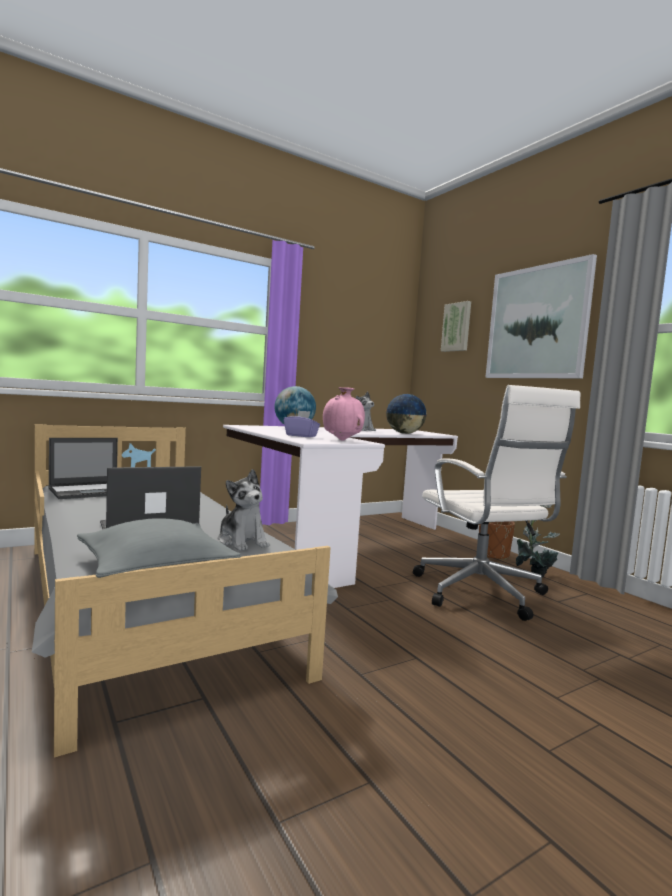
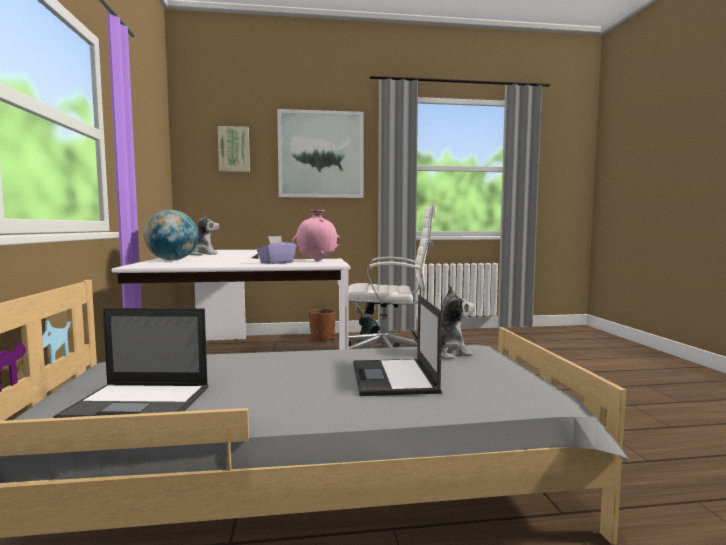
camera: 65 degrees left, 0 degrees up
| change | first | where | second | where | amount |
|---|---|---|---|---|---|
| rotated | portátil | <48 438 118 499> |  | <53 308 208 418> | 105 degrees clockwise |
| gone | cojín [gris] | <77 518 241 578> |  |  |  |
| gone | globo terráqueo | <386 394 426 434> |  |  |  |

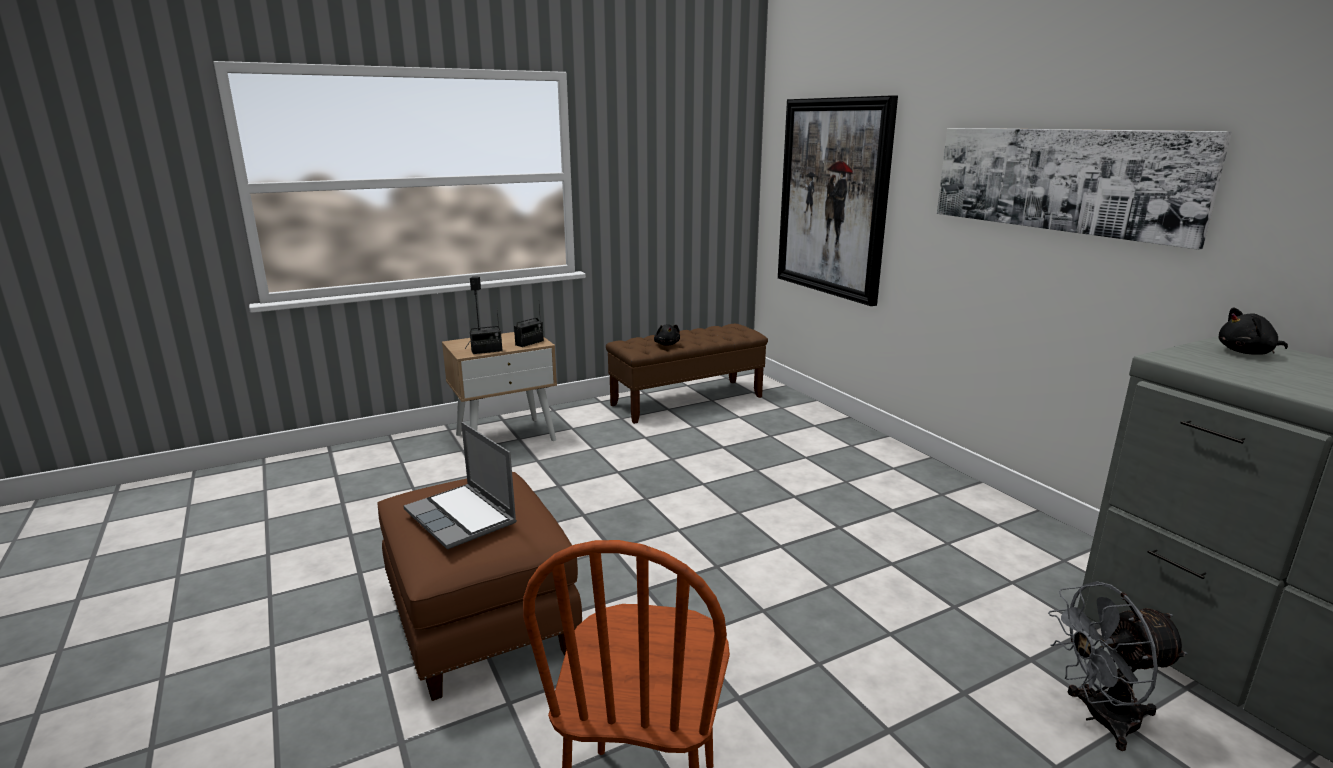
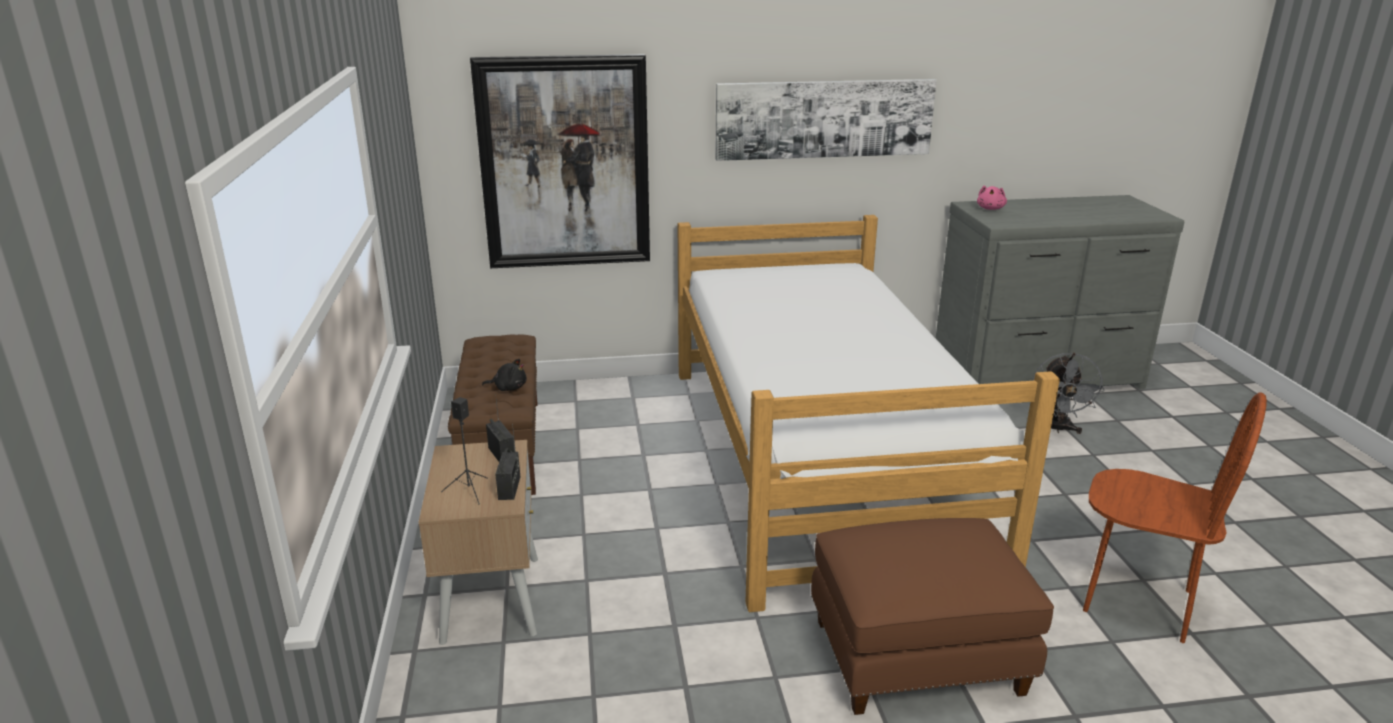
camera: 70 degrees left, 5 degrees up
| change | first | where | second | where | amount |
|---|---|---|---|---|---|
| gone | portátil | <403 422 517 549> |  |  |  |
| repainted | peluche [negro] | <1219 308 1288 355> | peluche [rosa] | <977 185 1007 210> |  |
| new |  |  | cama | <678 215 1060 612> |  |

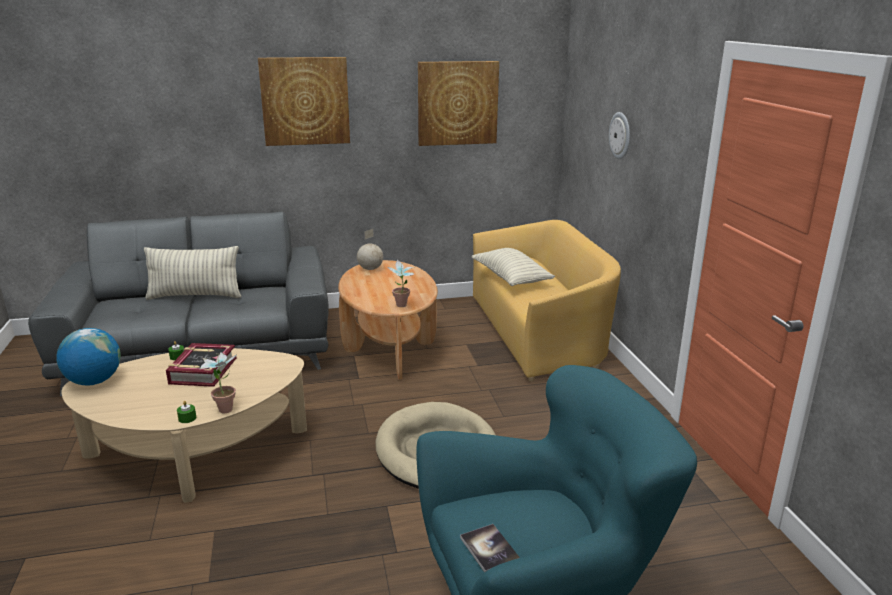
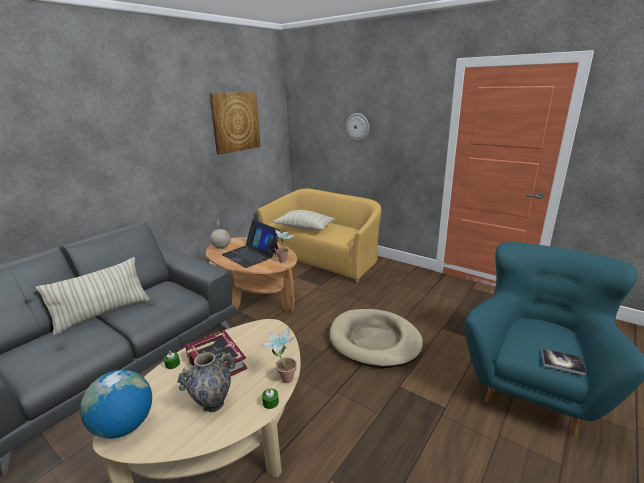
camera: 40 degrees left, 0 degrees up
| change | first | where | second | where | amount |
|---|---|---|---|---|---|
| gone | cuadro | <258 57 350 146> |  |  |  |
| new |  |  | florero | <177 351 236 413> |  |
| new |  |  | portátil | <221 220 280 268> |  |

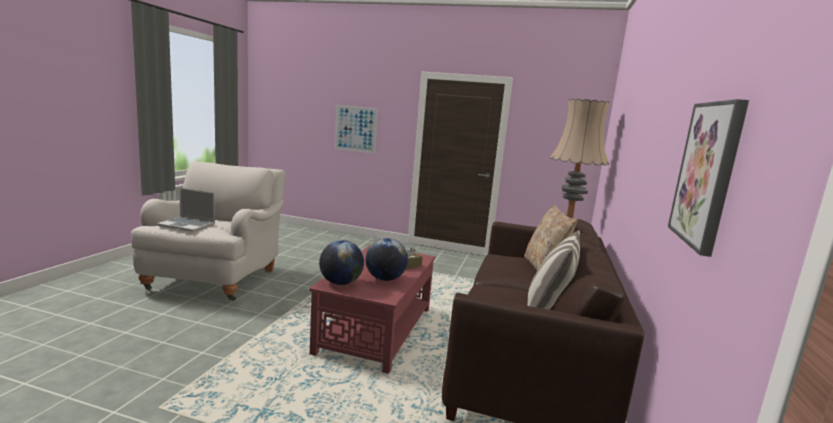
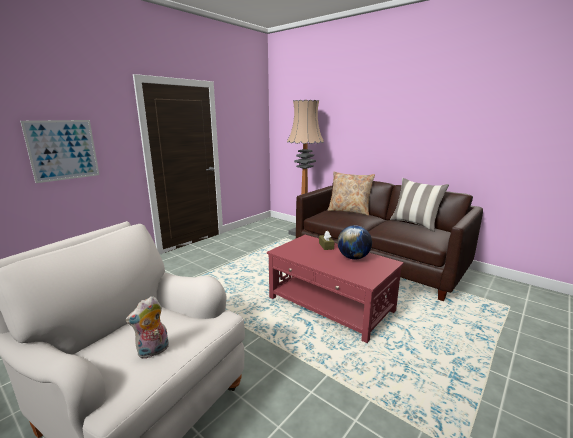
camera: 65 degrees left, 5 degrees up
| change | first | where | second | where | amount |
|---|---|---|---|---|---|
| swapped | portátil | <157 188 215 232> | peluche | <125 296 169 359> |  |
| gone | globo terráqueo | <319 240 364 285> |  |  |  |
| gone | cuadro | <668 99 749 257> |  |  |  |

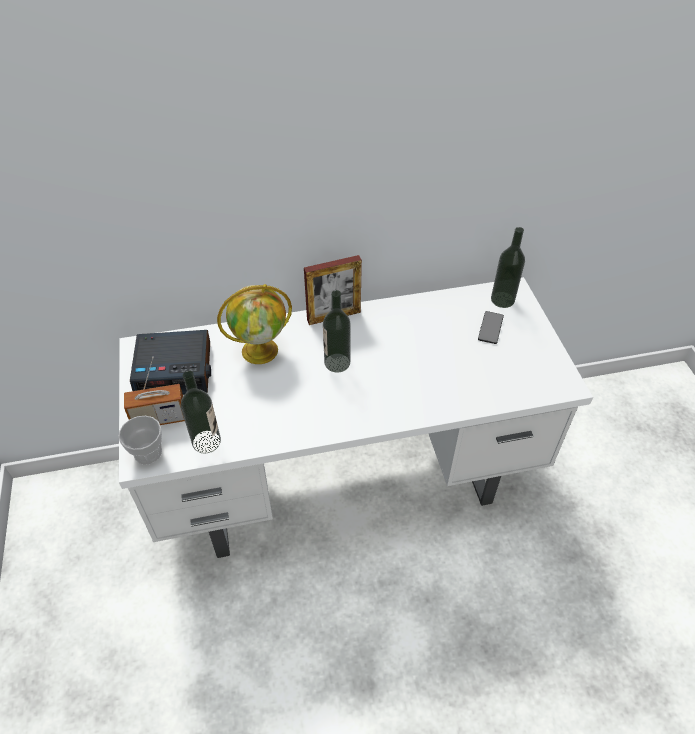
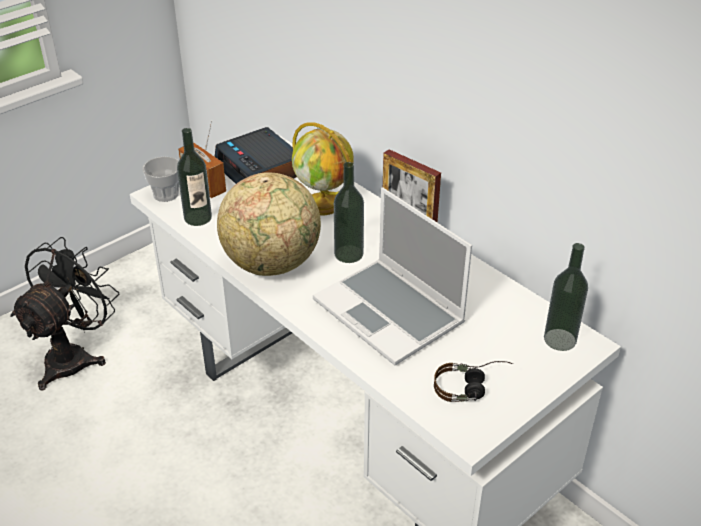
camera: 60 degrees right, 10 degrees down
| change | first | where | second | where | amount |
|---|---|---|---|---|---|
| gone | móvil | <478 311 504 344> |  |  |  |
| new |  |  | ventilador [negro] | <10 237 119 391> |  |
| new |  |  | globo terráqueo | <217 172 321 276> |  |
| new |  |  | portátil | <313 187 472 365> |  |
| new |  |  | auriculares | <434 361 513 402> |  |

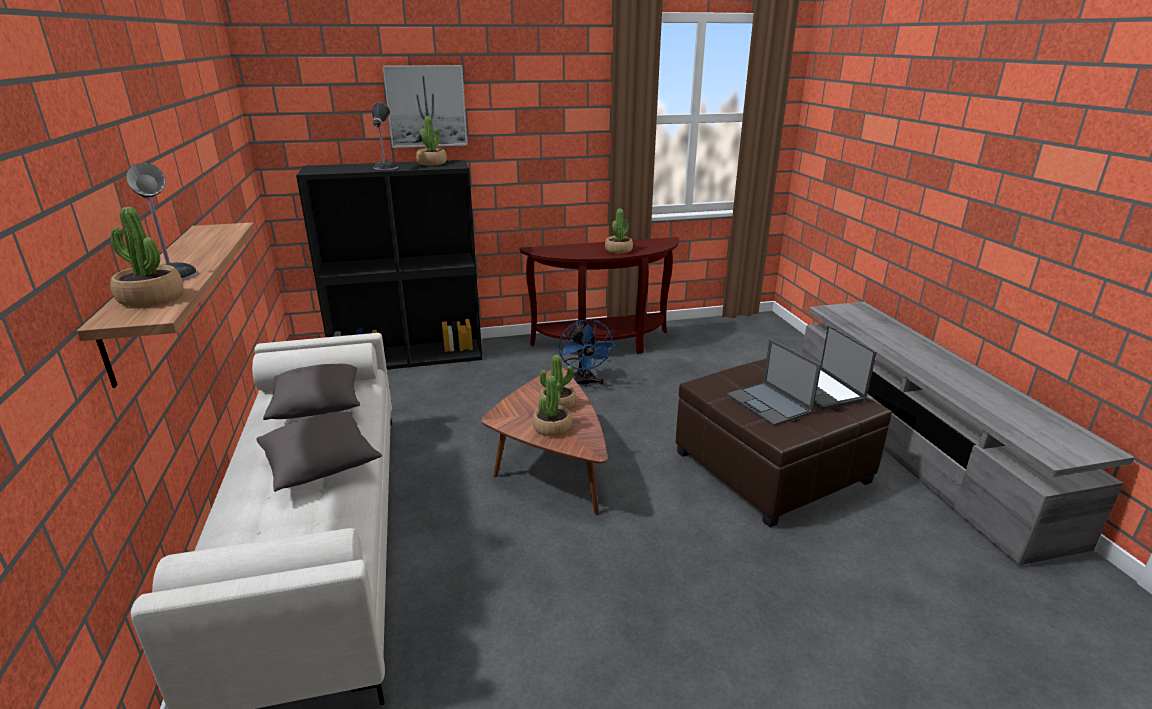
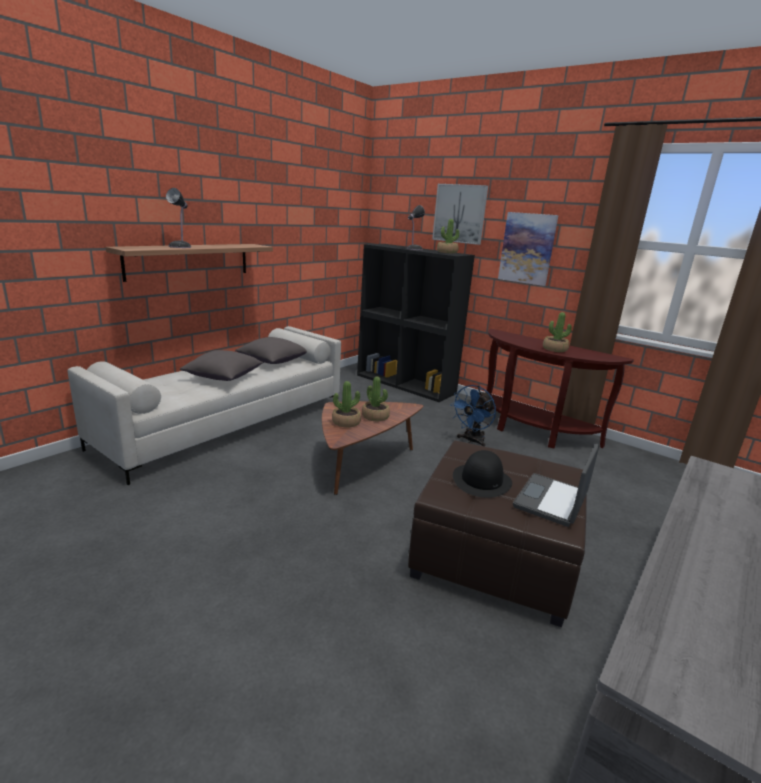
camera: 50 degrees right, 5 degrees down
| change | first | where | second | where | amount |
|---|---|---|---|---|---|
| gone | planta en maceta | <110 207 183 307> |  |  |  |
| swapped | portátil | <727 339 821 426> | sombrero [negro] | <453 450 512 498> |  |
| new |  |  | cuadro | <498 212 558 286> |  |

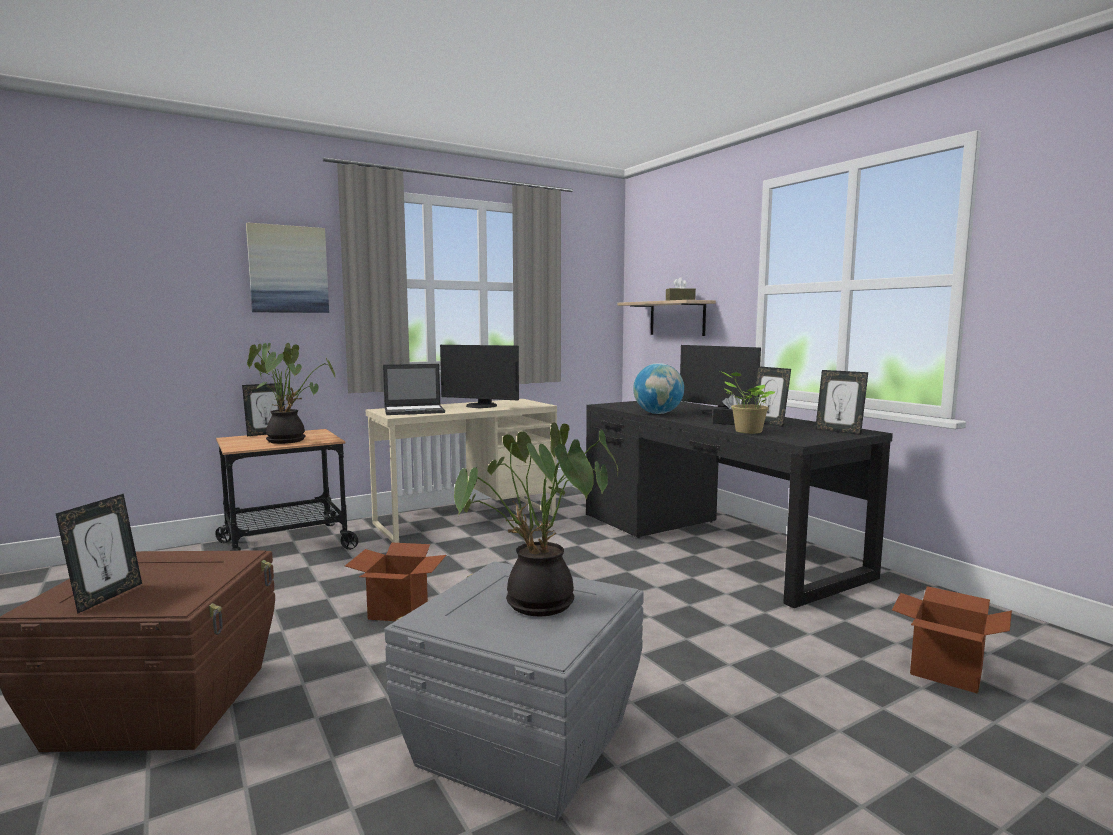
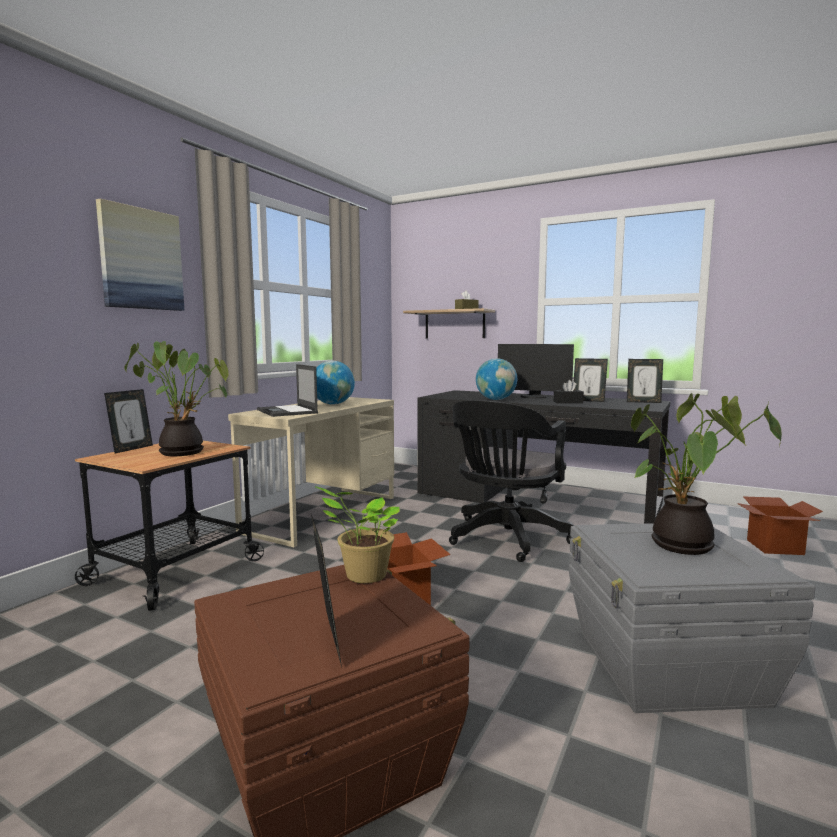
camera: 30 degrees left, 0 degrees up
| change | first | where | second | where | amount |
|---|---|---|---|---|---|
| rotated | portátil | <383 364 445 415> |  | <257 364 318 417> | 105 degrees clockwise |
| swapped | monitor | <440 345 519 408> | globo terráqueo | <316 361 355 405> |  |
| shifted | planta en maceta | <720 371 775 434> |  | <315 486 400 583> |  |
| new |  |  | silla de oficina [negro] | <449 400 574 562> |  |

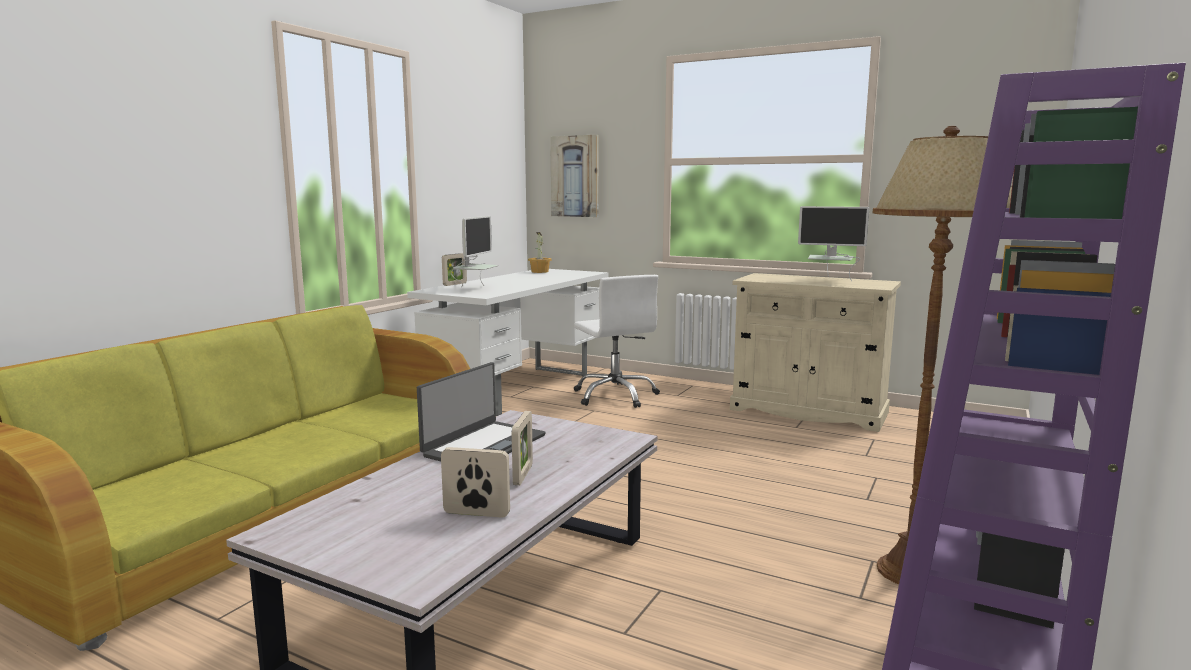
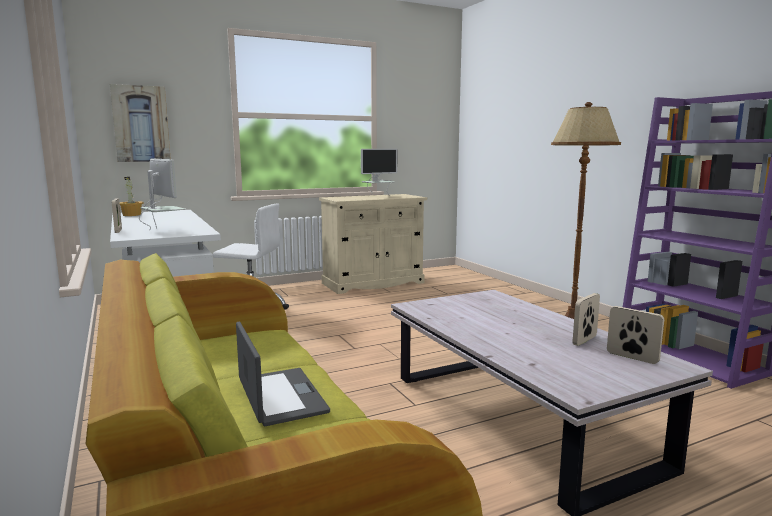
camera: 55 degrees left, 0 degrees up
| change | first | where | second | where | amount |
|---|---|---|---|---|---|
| shifted | portátil | <417 362 545 461> |  | <236 321 330 426> |  |
| shifted | portarretratos | <512 411 533 485> |  | <607 306 664 364> |  |

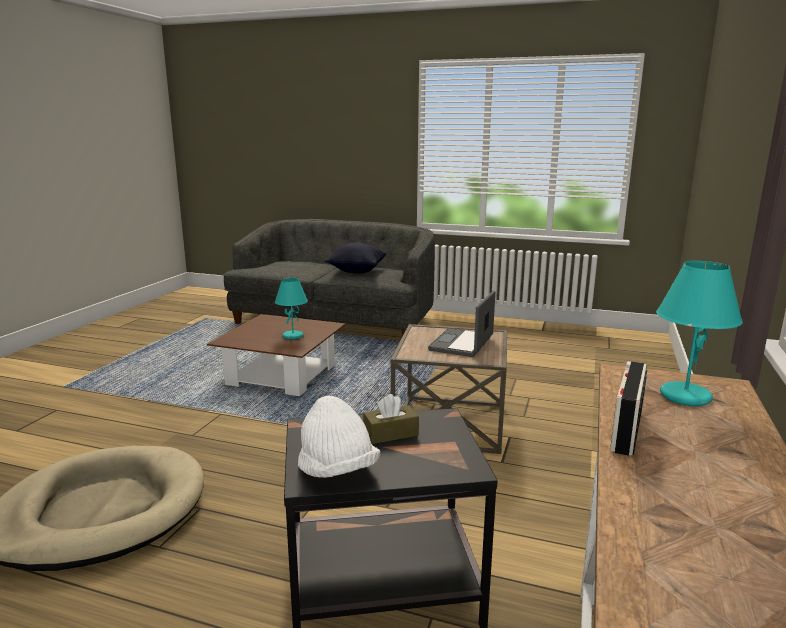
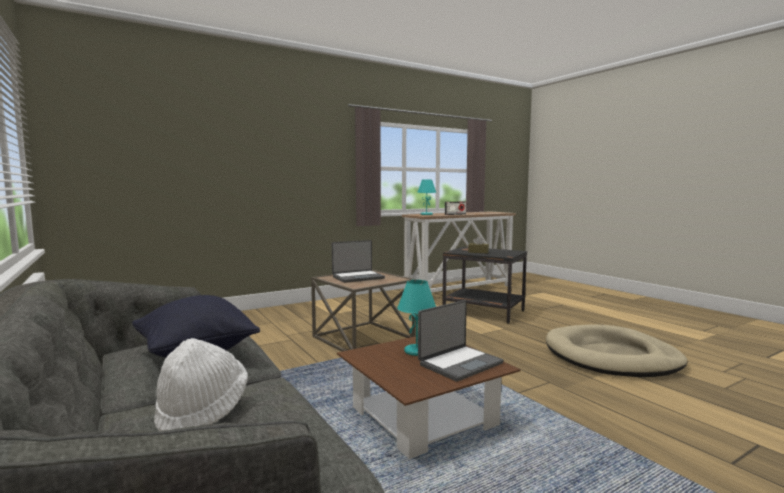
camera: 140 degrees left, 10 degrees down
| change | first | where | second | where | amount |
|---|---|---|---|---|---|
| shifted | sombrero [blanco] | <298 395 380 478> |  | <154 338 248 432> |  |
| new |  |  | portátil | <418 300 504 382> |  |

